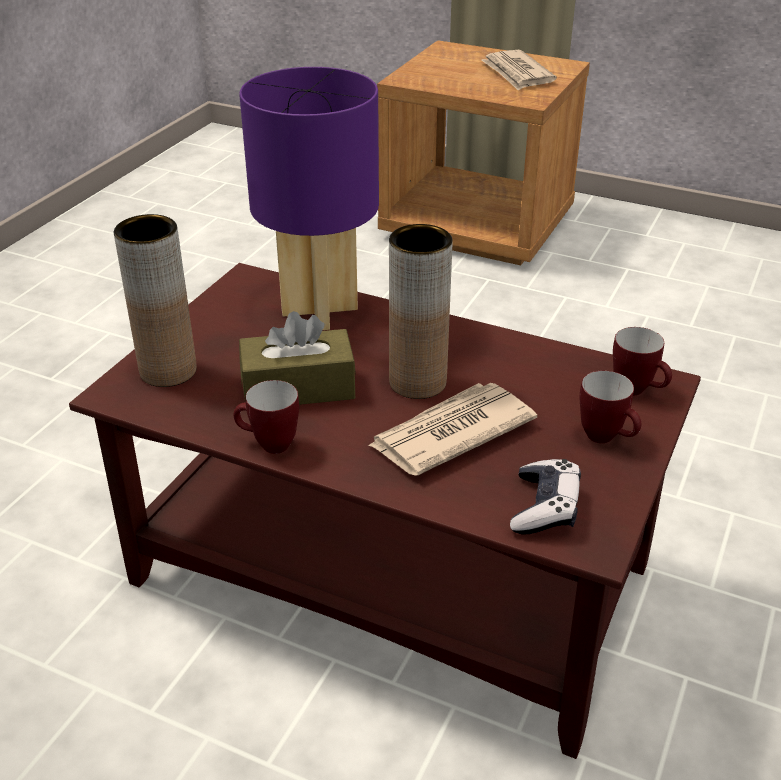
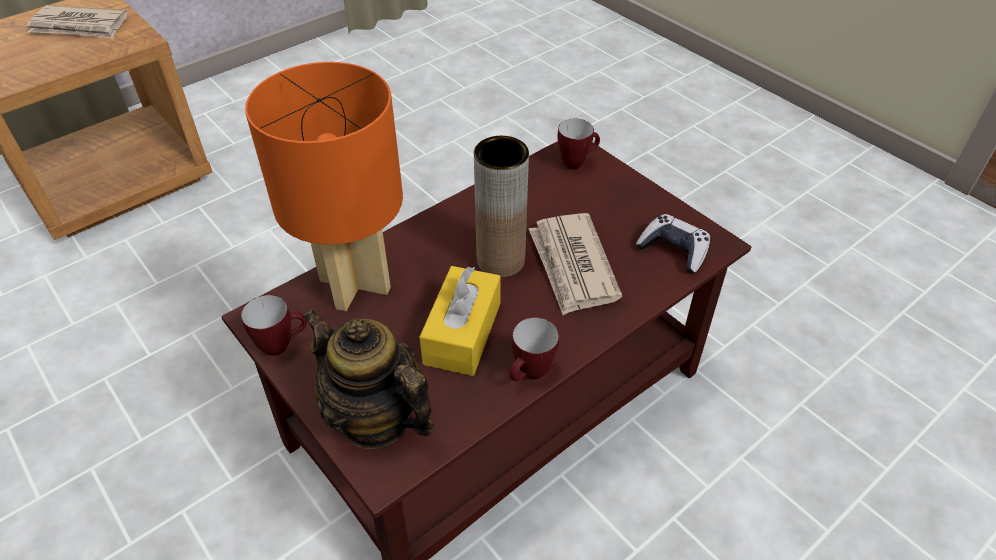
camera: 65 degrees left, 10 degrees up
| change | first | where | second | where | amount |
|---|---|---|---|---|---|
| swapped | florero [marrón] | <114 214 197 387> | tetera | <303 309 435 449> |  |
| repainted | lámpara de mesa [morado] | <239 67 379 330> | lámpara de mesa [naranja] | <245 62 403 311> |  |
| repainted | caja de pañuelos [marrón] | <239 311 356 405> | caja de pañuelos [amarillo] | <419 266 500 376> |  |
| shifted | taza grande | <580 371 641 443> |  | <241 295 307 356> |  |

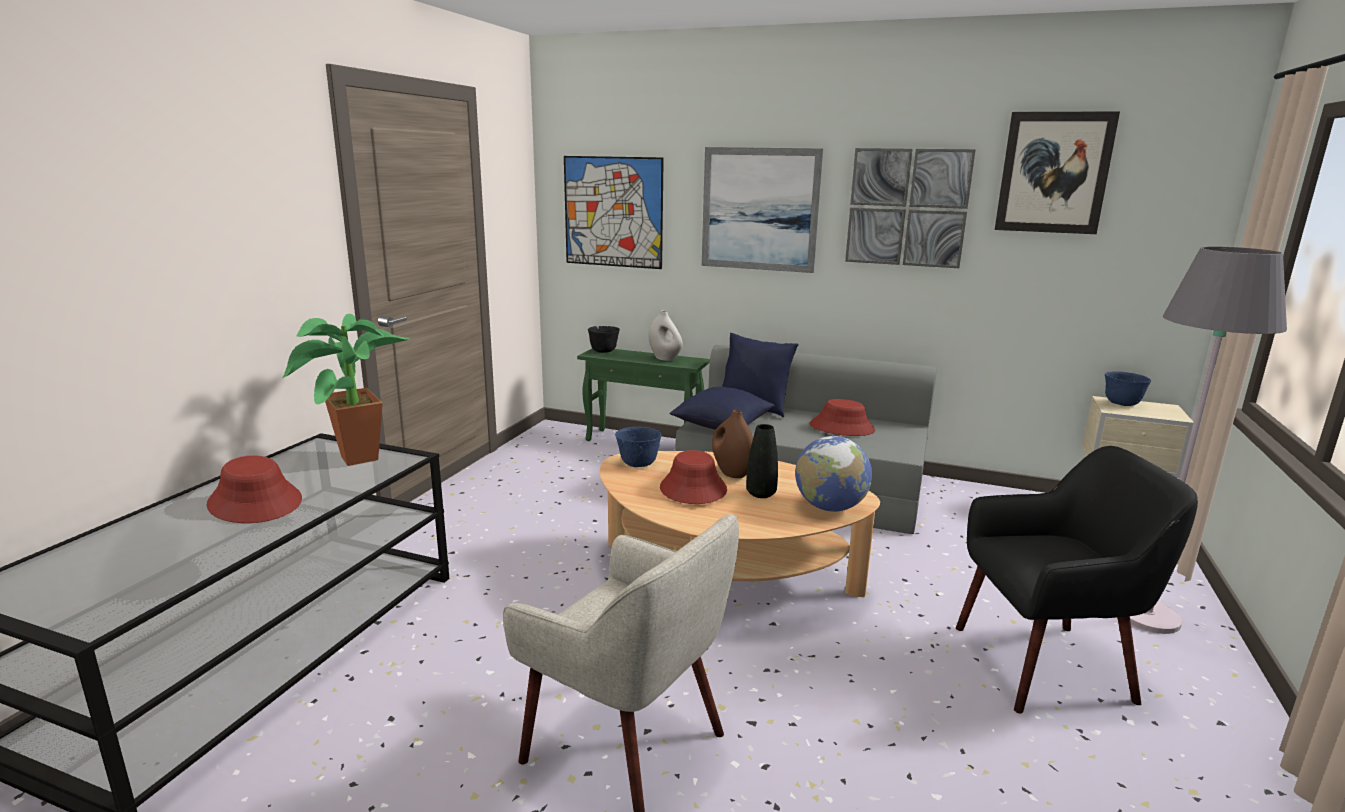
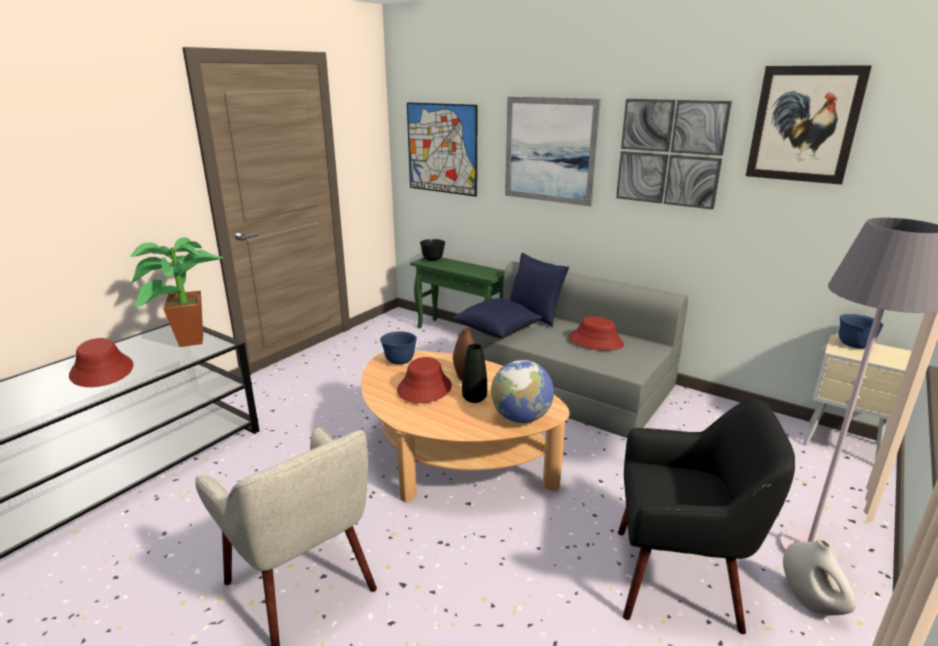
camera: 15 degrees right, 5 degrees up
| change | first | where | second | where | amount |
|---|---|---|---|---|---|
| shifted | florero [blanco] | <649 311 683 361> |  | <783 539 856 615> |  |

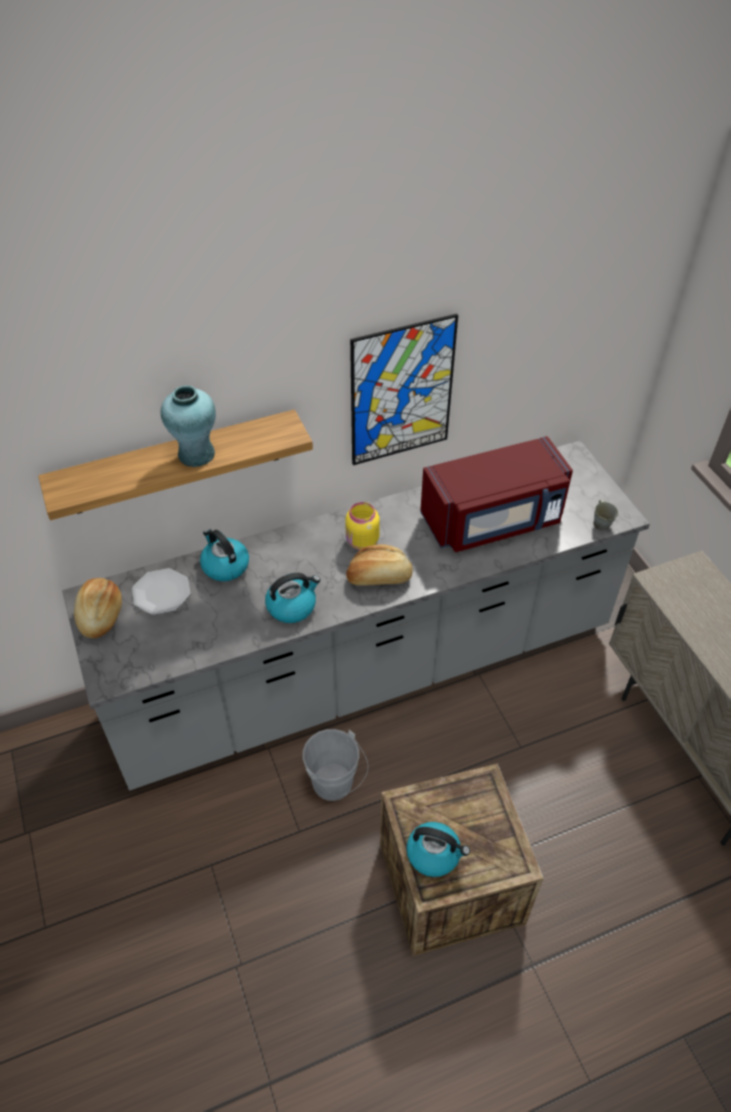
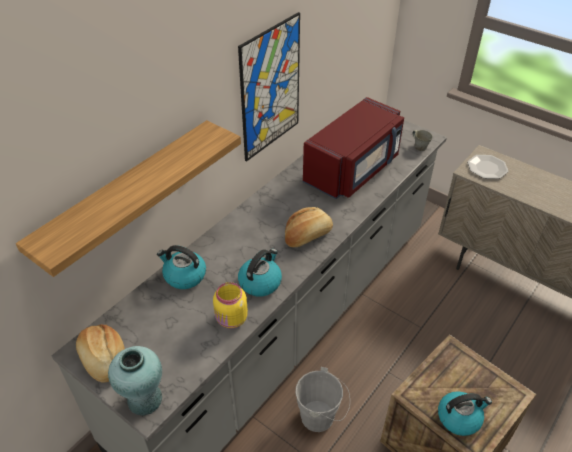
camera: 30 degrees left, 5 degrees down
| change | first | where | second | where | amount |
|---|---|---|---|---|---|
| shifted | plato | <132 568 191 615> |  | <467 155 508 179> |  |
| shifted | florero [turquesa] | <161 385 216 467> |  | <108 346 162 416> |  |
| shifted | tarro [amarillo] | <345 502 380 550> |  | <213 282 248 329> |  |

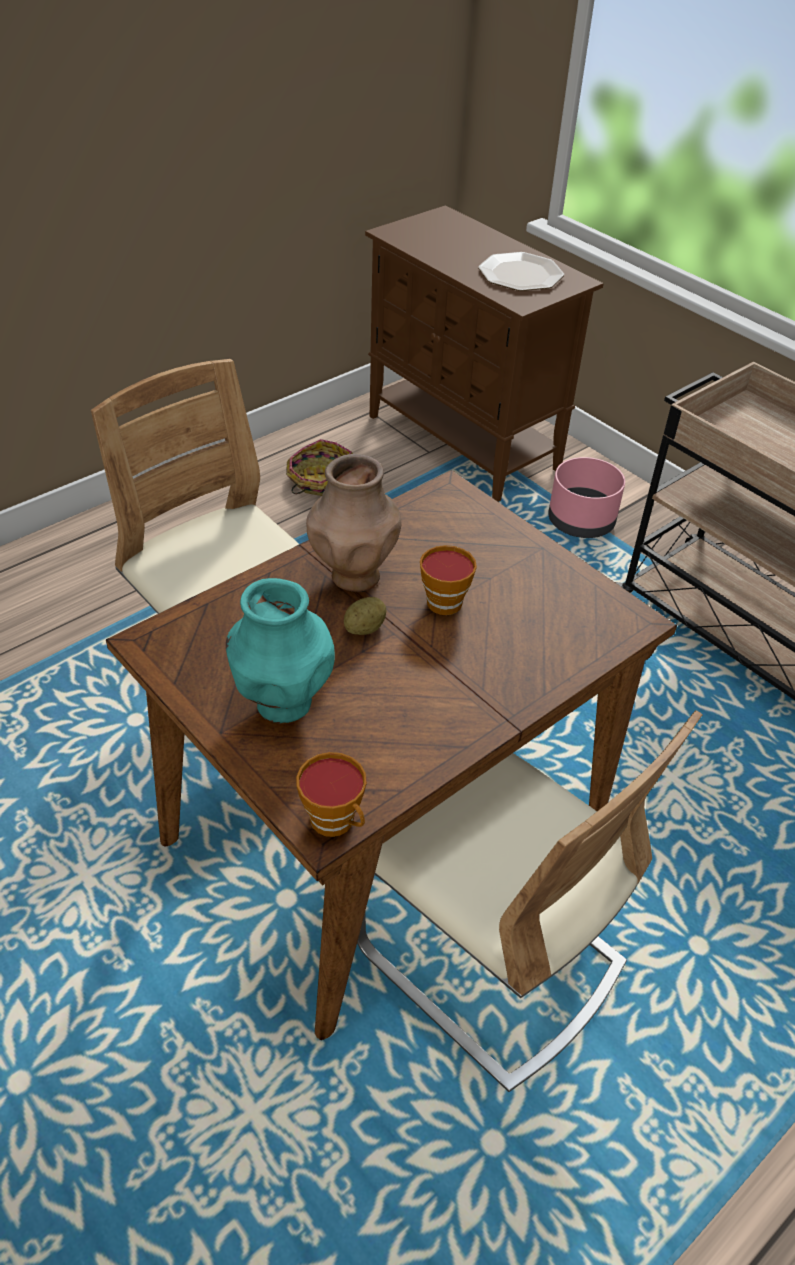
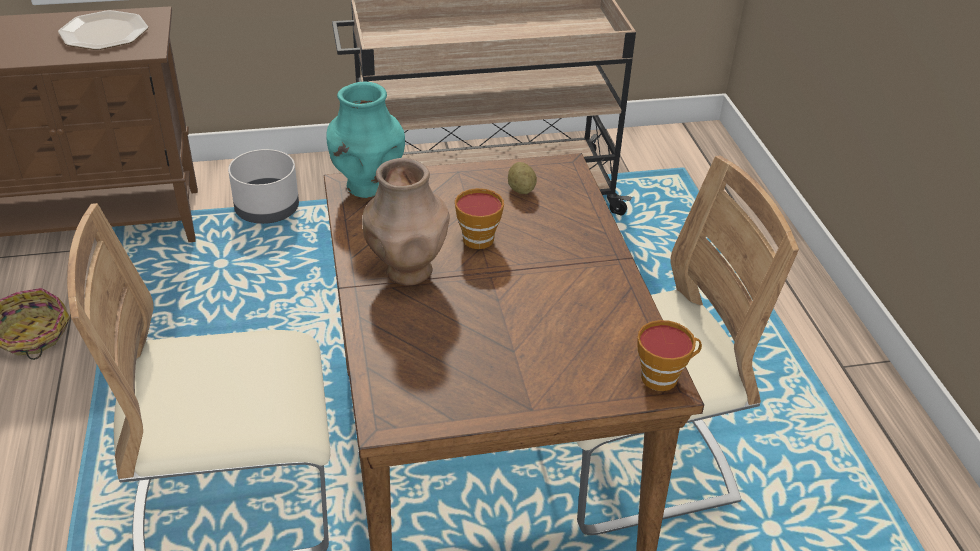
camera: 60 degrees left, 5 degrees down
| change | first | where | second | where | amount |
|---|---|---|---|---|---|
| shifted | florero [turquesa] | <226 578 335 723> |  | <326 81 405 198> |  |
| shifted | patata | <344 597 386 635> |  | <508 162 537 194> |  |
| repainted | maceta [rosa] | <548 457 625 538> | maceta [gris] | <228 149 299 224> |  |

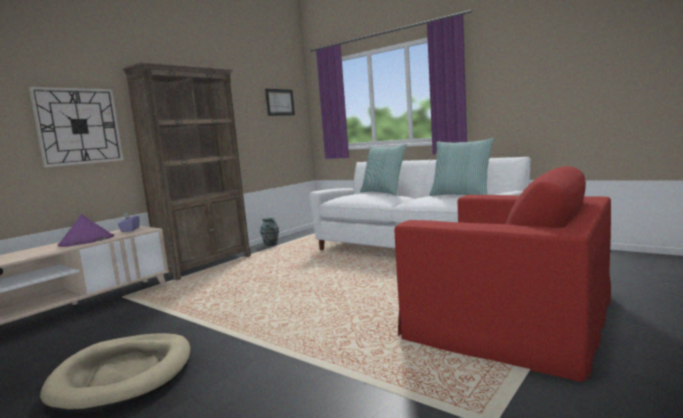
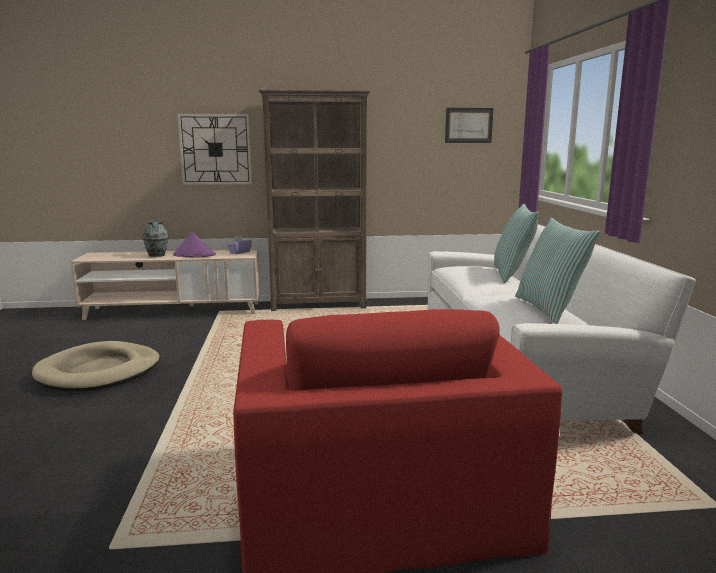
camera: 45 degrees right, 5 degrees up
| change | first | where | second | where | amount |
|---|---|---|---|---|---|
| shifted | florero | <260 218 279 246> |  | <142 220 169 257> |  |

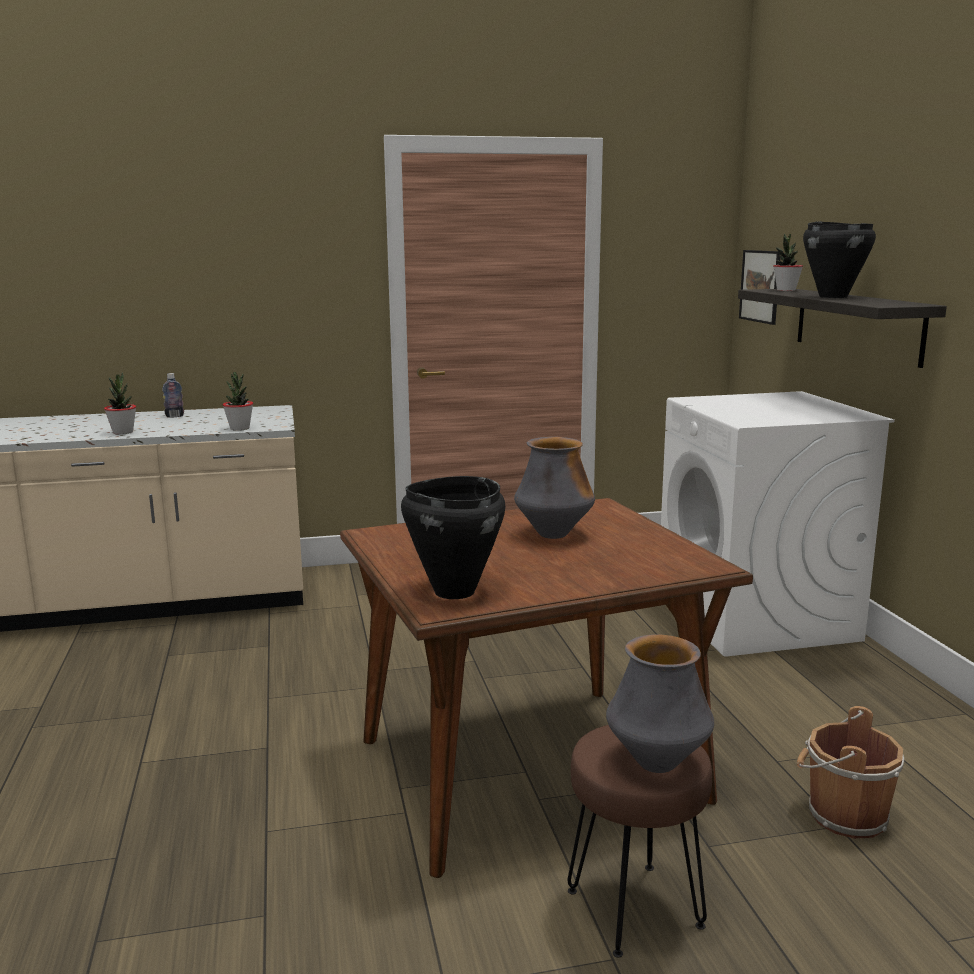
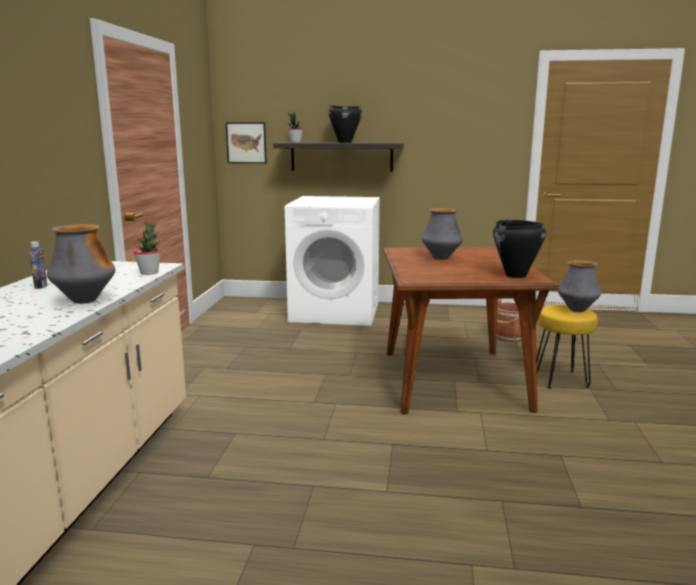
camera: 70 degrees left, 0 degrees up
| change | first | where | second | where | amount |
|---|---|---|---|---|---|
| swapped | planta en maceta | <104 373 136 435> | florero | <47 224 116 304> |  |
| repainted | taburete [marrón] | <568 725 712 958> | taburete [amarillo] | <537 305 598 389> |  |

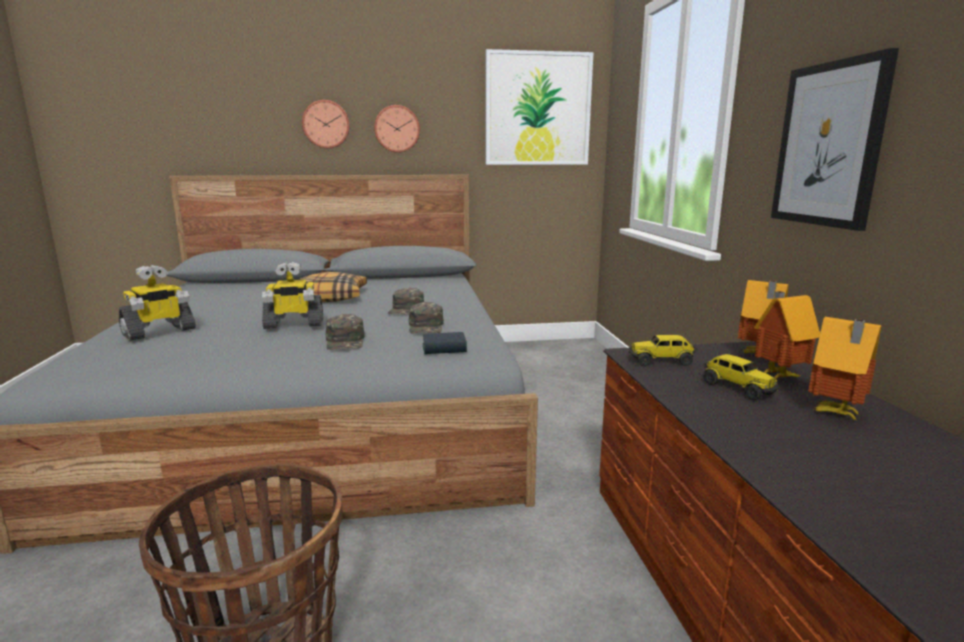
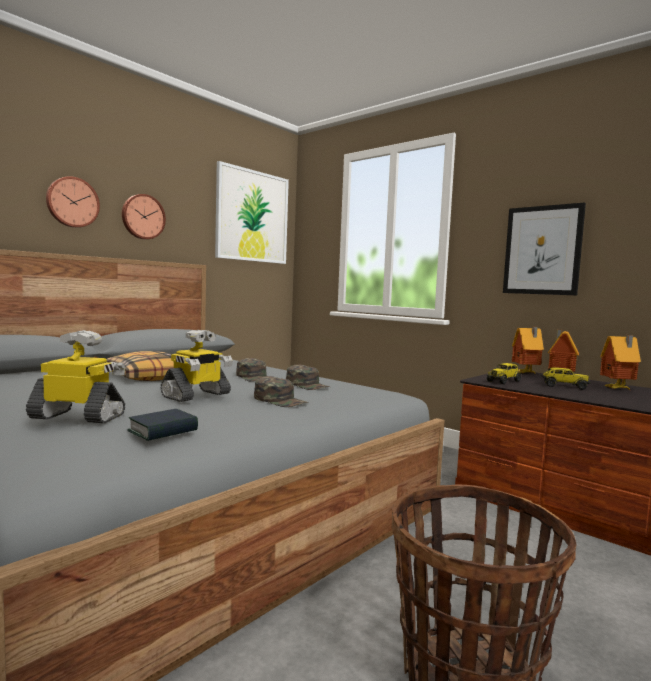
camera: 40 degrees left, 10 degrees down
| change | first | where | second | where | amount |
|---|---|---|---|---|---|
| rotated | robot de juguete | <119 265 196 341> |  | <26 330 125 423> | 90 degrees counterclockwise |
| shifted | libro | <423 332 467 354> |  | <127 409 198 441> |  |

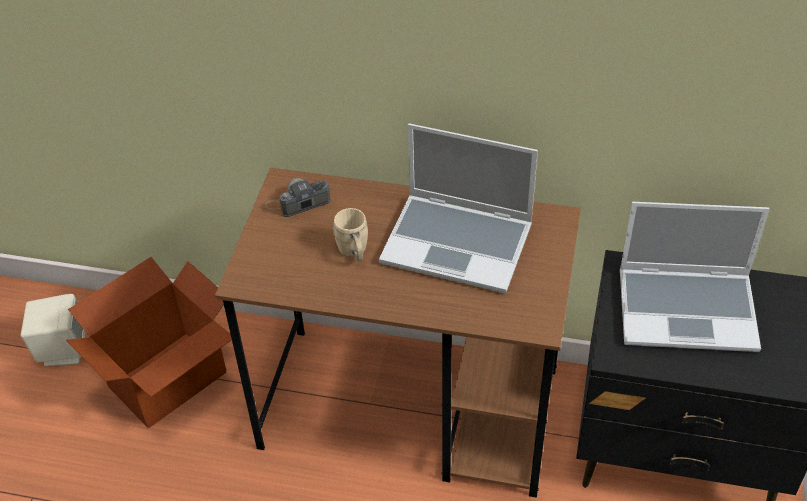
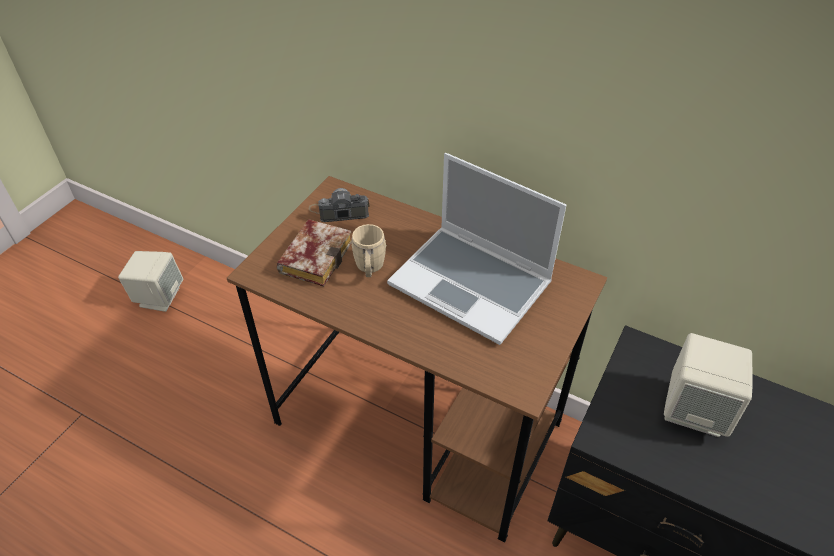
camera: 15 degrees right, 0 degrees up
| change | first | where | second | where | amount |
|---|---|---|---|---|---|
| gone | caja de cartón | <66 257 232 428> |  |  |  |
| swapped | portátil | <620 202 769 352> | altavoz [beis] | <664 333 752 437> |  |
| new |  |  | libro | <277 219 352 287> |  |

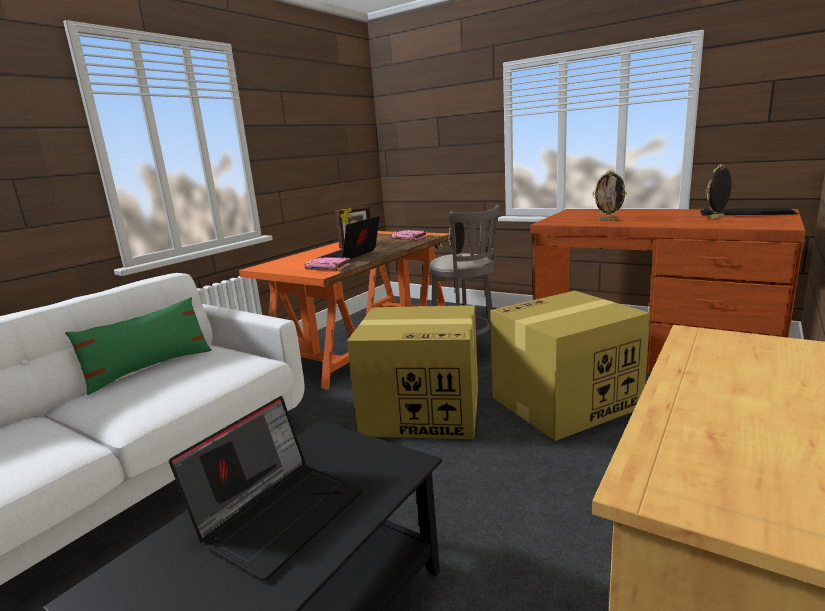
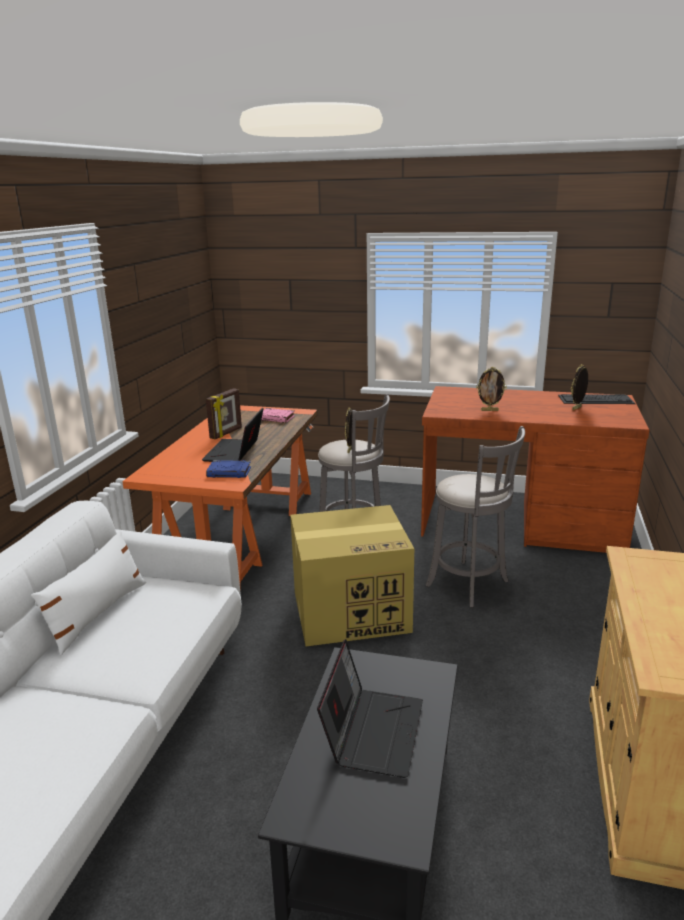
camera: 20 degrees left, 5 degrees up
| change | first | where | second | where | amount |
|---|---|---|---|---|---|
| repainted | cojín [verde] | <65 297 212 395> | cojín [blanco] | <31 530 146 655> |  |
| repainted | libro [rosa] | <305 257 351 270> | libro [azul] | <206 460 251 478> |  |
| swapped | caja de cartón | <490 291 650 441> | taburete [gris] | <426 426 525 608> |  |

